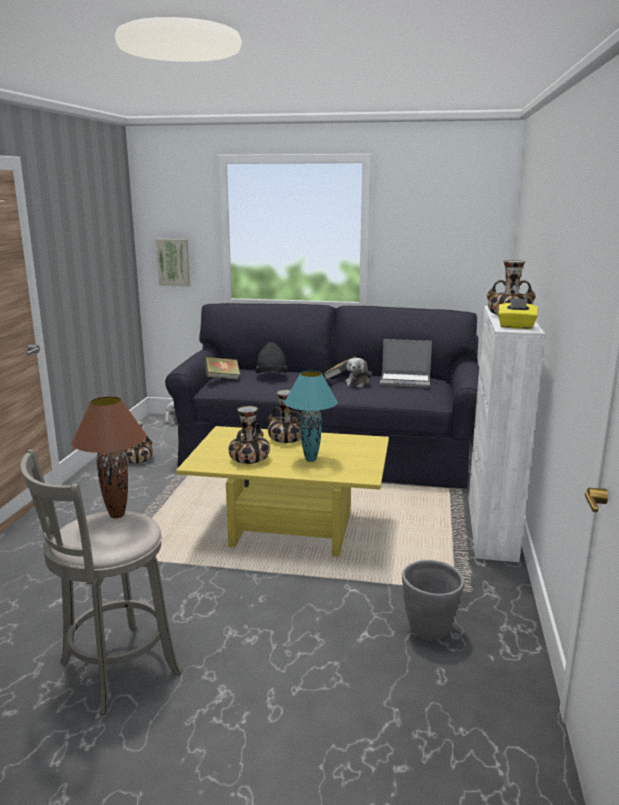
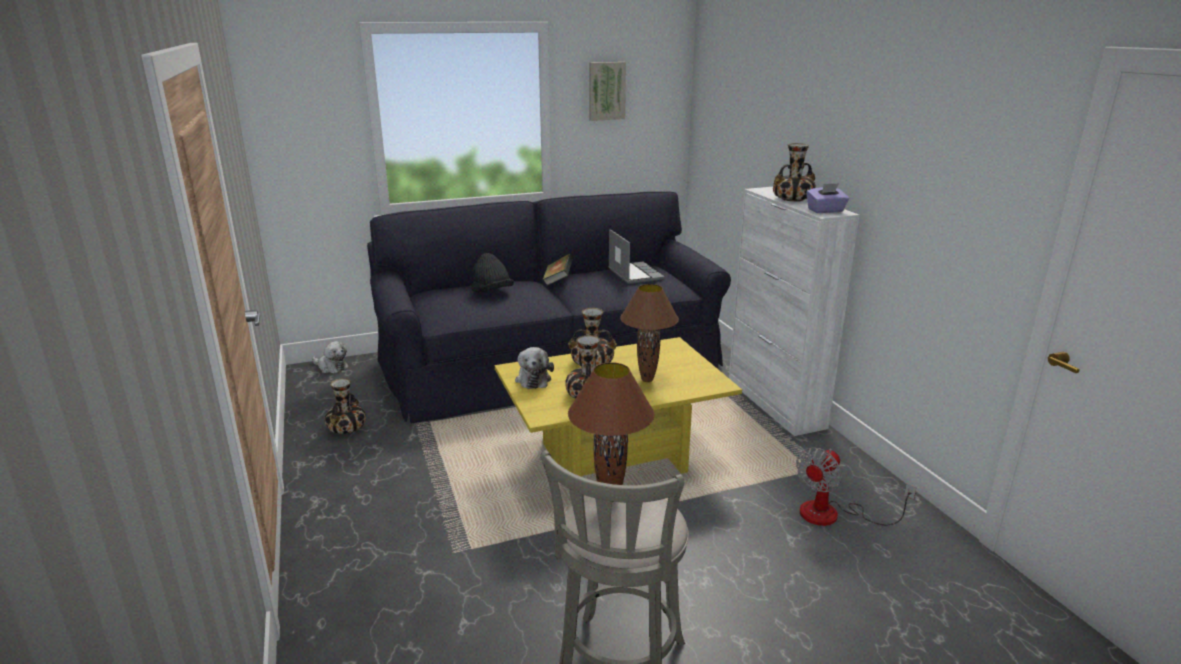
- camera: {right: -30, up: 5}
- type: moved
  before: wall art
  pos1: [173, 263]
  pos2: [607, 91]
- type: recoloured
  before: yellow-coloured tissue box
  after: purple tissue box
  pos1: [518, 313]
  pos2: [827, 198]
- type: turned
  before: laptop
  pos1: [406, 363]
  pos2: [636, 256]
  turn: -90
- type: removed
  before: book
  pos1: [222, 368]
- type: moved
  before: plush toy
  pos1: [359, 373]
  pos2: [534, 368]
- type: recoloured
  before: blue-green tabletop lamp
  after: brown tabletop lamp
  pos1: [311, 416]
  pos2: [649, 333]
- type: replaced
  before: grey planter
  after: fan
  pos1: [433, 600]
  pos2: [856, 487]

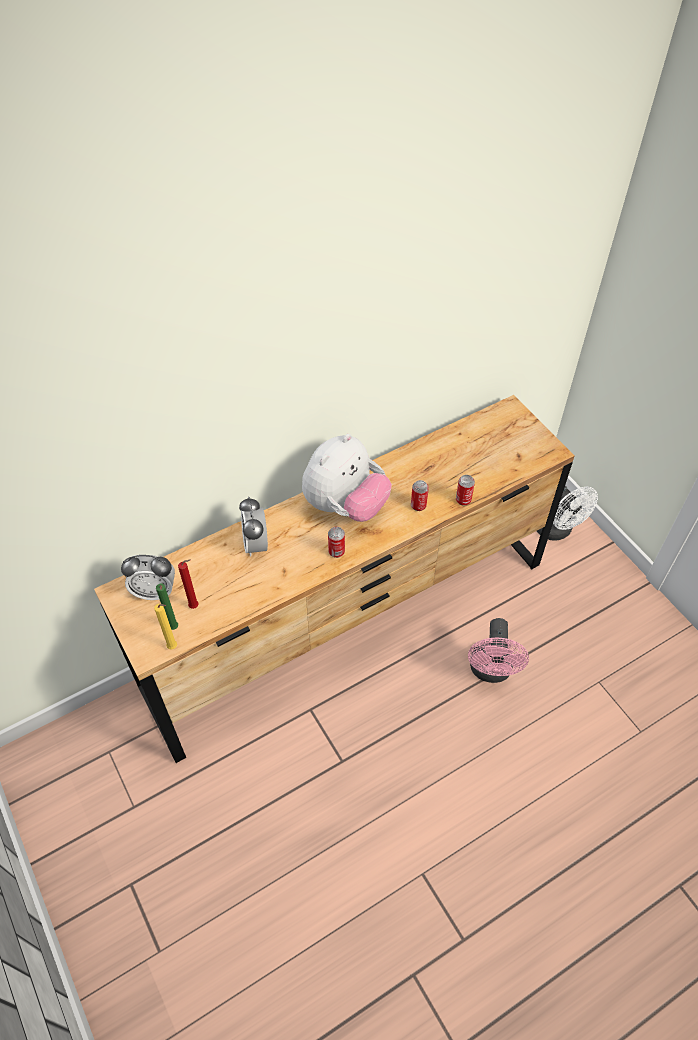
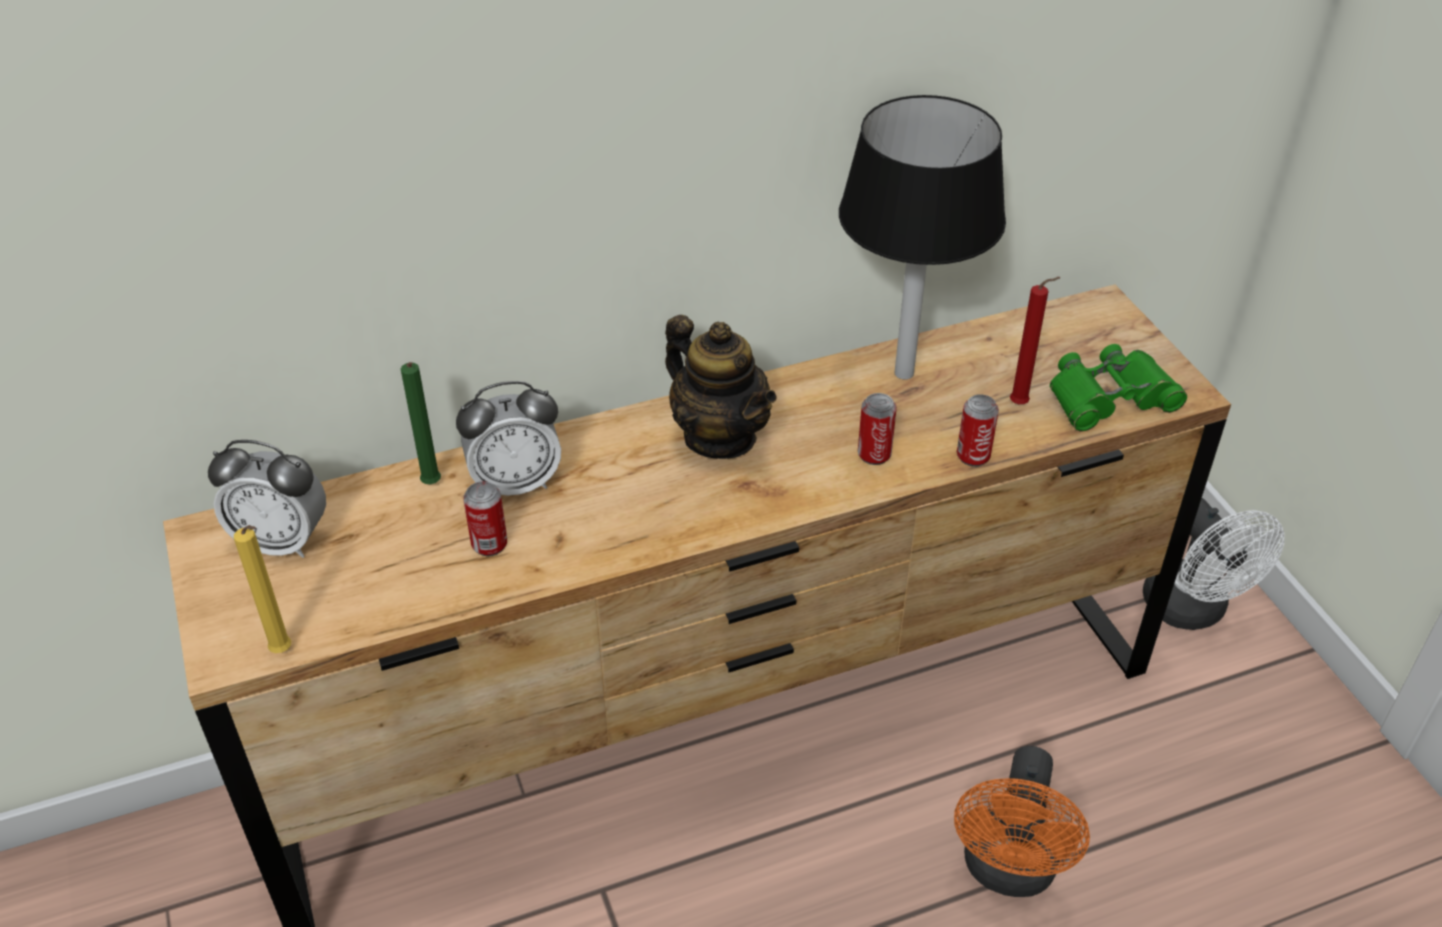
- camera: {right: 10, up: -10}
- type: replaced
  before: plush toy
  after: pot for tea
  pos1: [347, 478]
  pos2: [721, 387]
- type: turned
  before: table clock
  pos1: [253, 526]
  pos2: [508, 438]
  turn: -105
- type: moved
  before: metal can
  pos1: [336, 542]
  pos2: [485, 518]
- type: moved
  before: red wax candle
  pos1: [188, 584]
  pos2: [1035, 340]
- type: moved
  before: green-coloured wax candle
  pos1: [167, 607]
  pos2: [421, 423]
- type: recoloured
  before: pink-coloured fan
  after: orange-coloured fan
  pos1: [498, 650]
  pos2: [1022, 821]
- type: added
  after: black-coloured tabletop lamp
  pos2: [922, 237]
- type: added
  after: green-coloured field glasses
  pos2: [1118, 388]

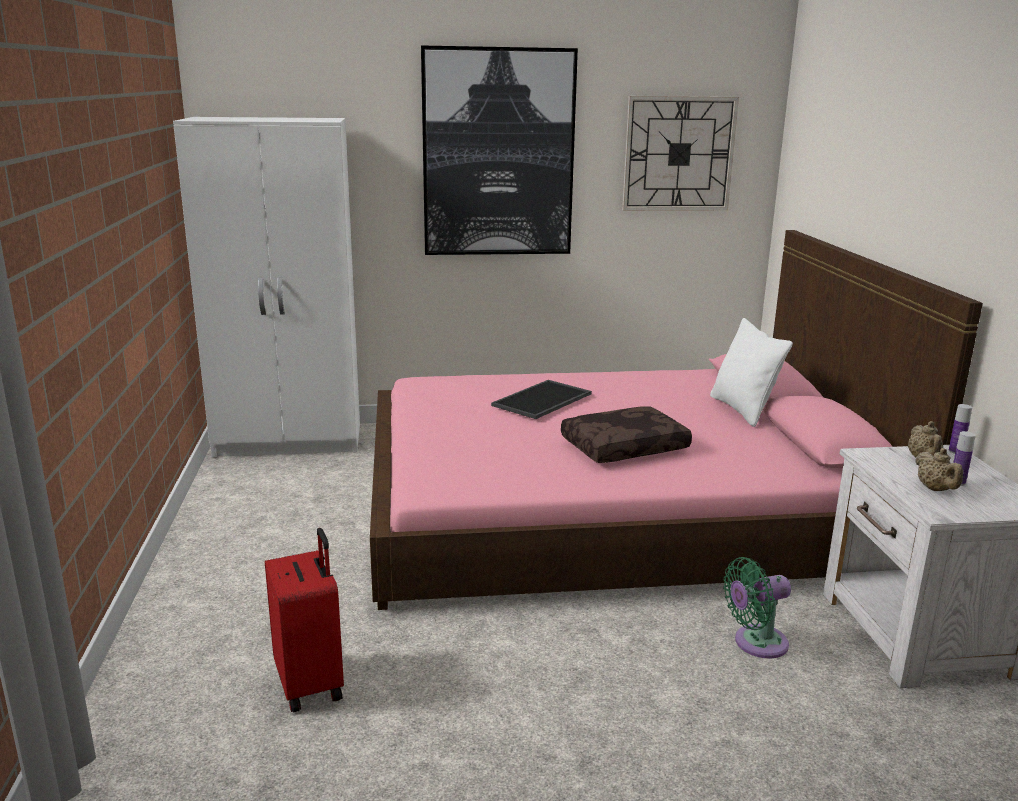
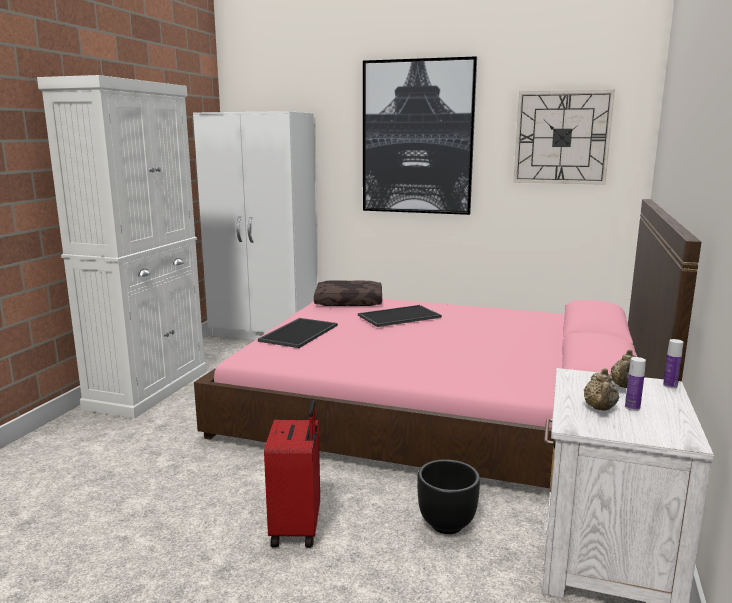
- camera: {right: 25, up: -5}
- type: removed
  before: white-coloured cushion
  pos1: [751, 372]
- type: moved
  before: brown cushion
  pos1: [626, 434]
  pos2: [348, 293]
- type: moved
  before: red suitcase
  pos1: [304, 620]
  pos2: [292, 474]
- type: replaced
  before: green-coloured fan
  after: black-coloured planter
  pos1: [757, 607]
  pos2: [448, 496]
- type: added
  after: white-coloured cupboard
  pos2: [122, 247]
- type: added
  after: tray
  pos2: [298, 333]

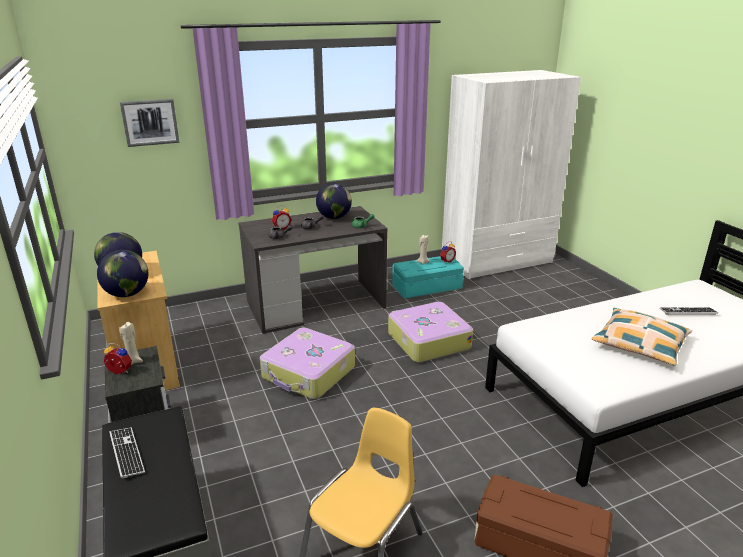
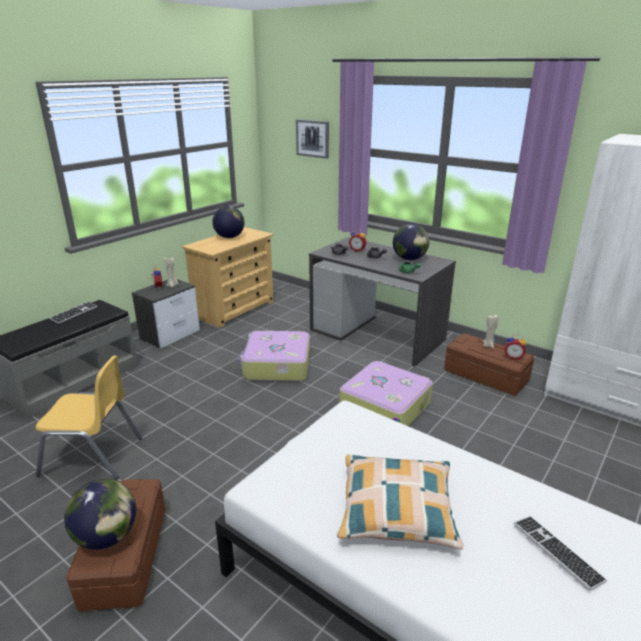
- camera: {right: 60, up: 0}
- type: moved
  before: globe
  pos1: [122, 273]
  pos2: [100, 514]
- type: recoloured
  before: blue-green storage container
  after: brown storage container
  pos1: [428, 277]
  pos2: [489, 364]

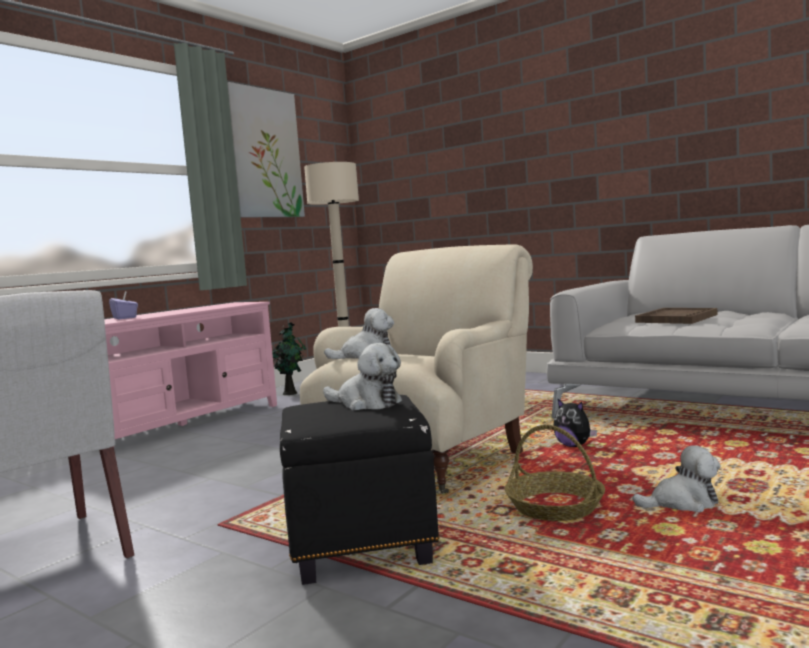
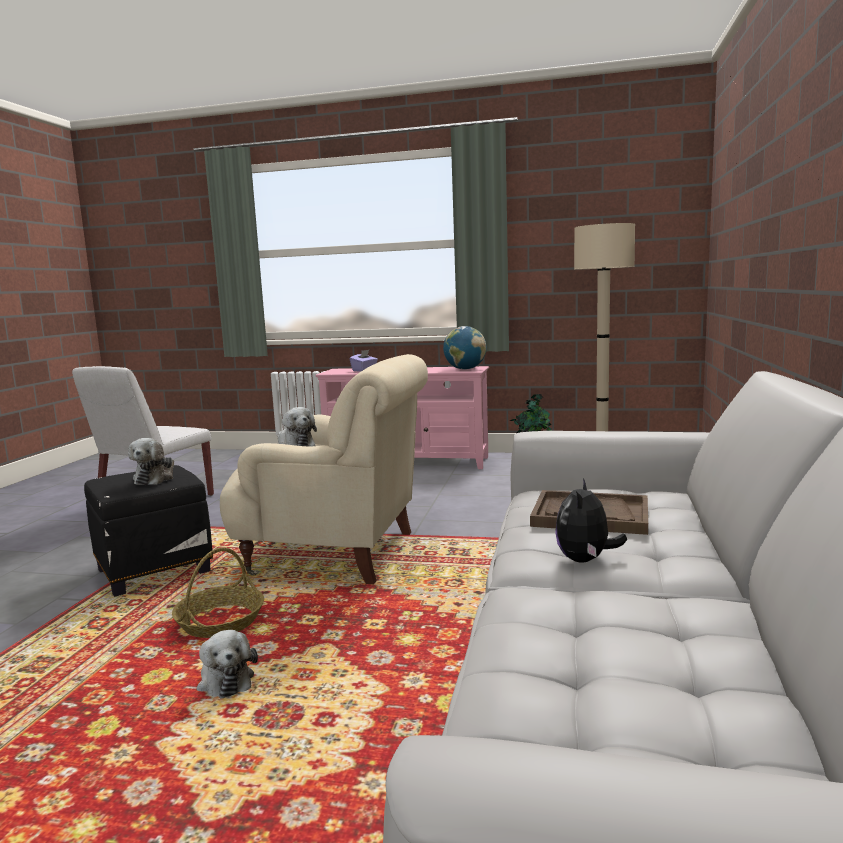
- camera: {right: 65, up: 5}
- type: removed
  before: wall art
  pos1: [266, 149]
- type: moved
  before: plush toy
  pos1: [575, 423]
  pos2: [591, 520]
- type: added
  after: globe
  pos2: [464, 348]

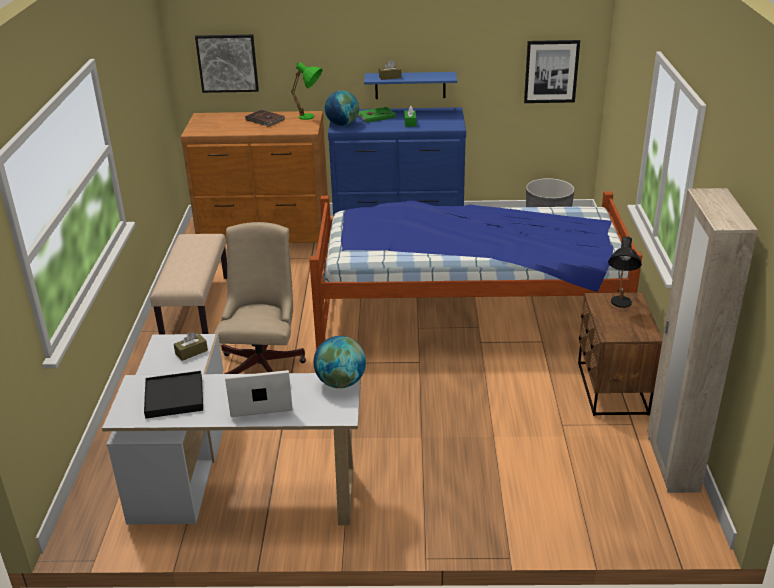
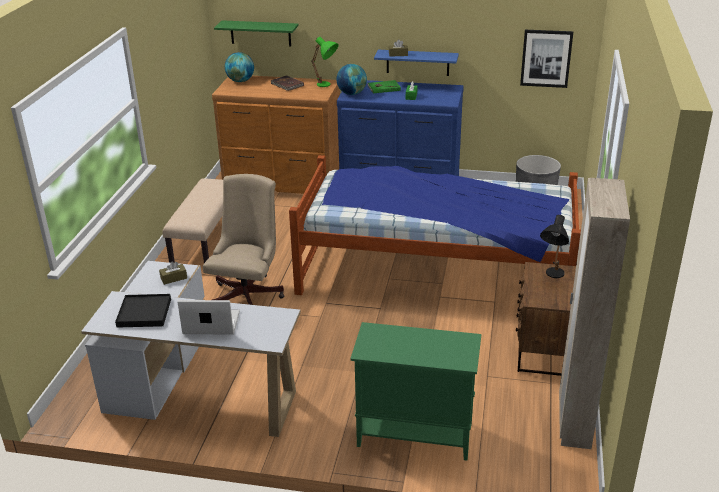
- camera: {right: 10, up: 0}
- type: replaced
  before: wall art
  after: green-coloured wall shelf
  pos1: [227, 63]
  pos2: [256, 33]
- type: moved
  before: globe
  pos1: [340, 362]
  pos2: [239, 67]
- type: added
  after: green-coloured cupboard
  pos2: [415, 391]

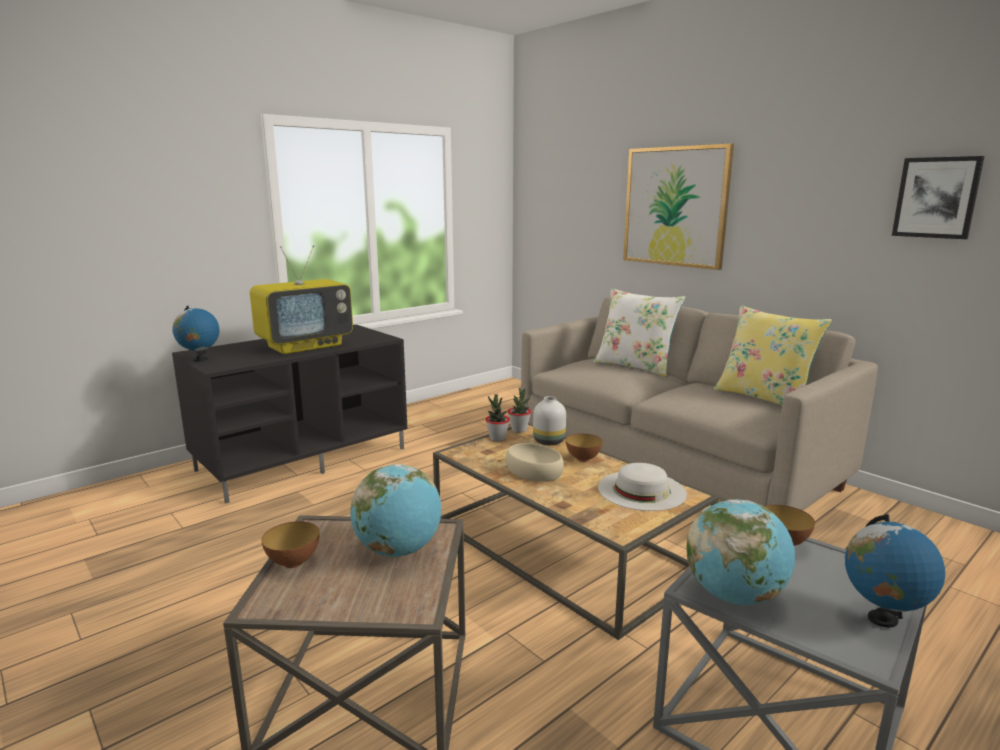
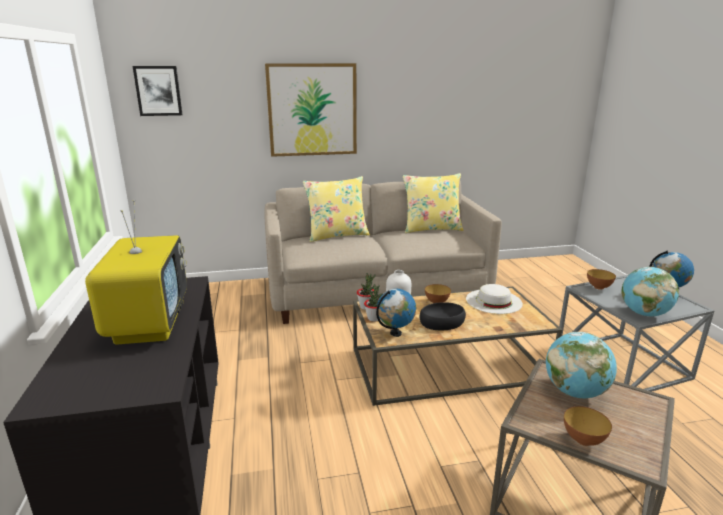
- camera: {right: -60, up: 5}
- type: moved
  before: wall art
  pos1: [938, 197]
  pos2: [157, 91]
- type: recoloured
  before: white-coloured cushion
  after: yellow-coloured cushion
  pos1: [639, 332]
  pos2: [336, 209]
- type: moved
  before: globe
  pos1: [195, 334]
  pos2: [396, 313]
- type: recoloured
  before: beige deep dish
  after: black-coloured deep dish
  pos1: [535, 462]
  pos2: [442, 316]

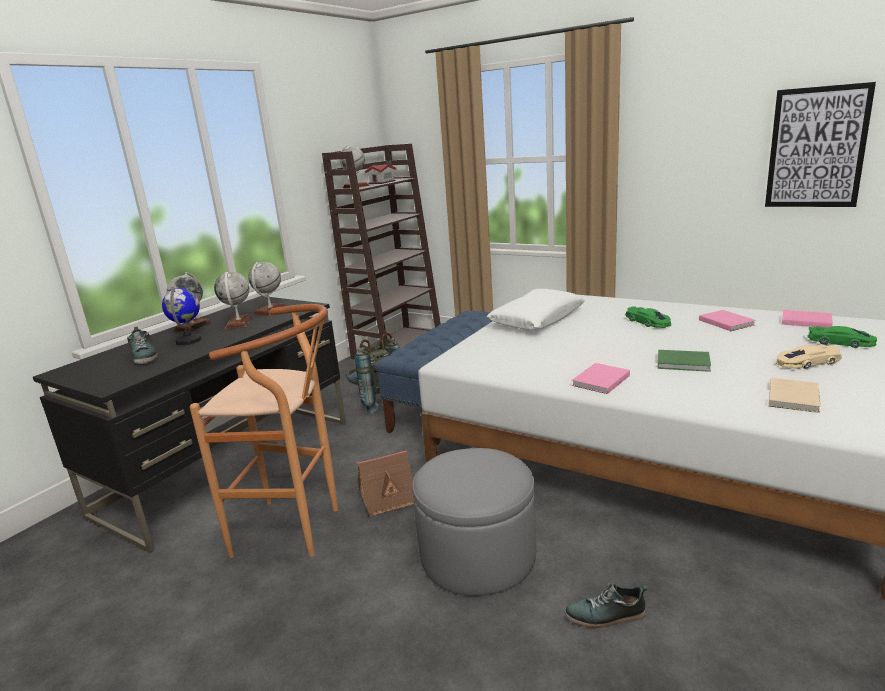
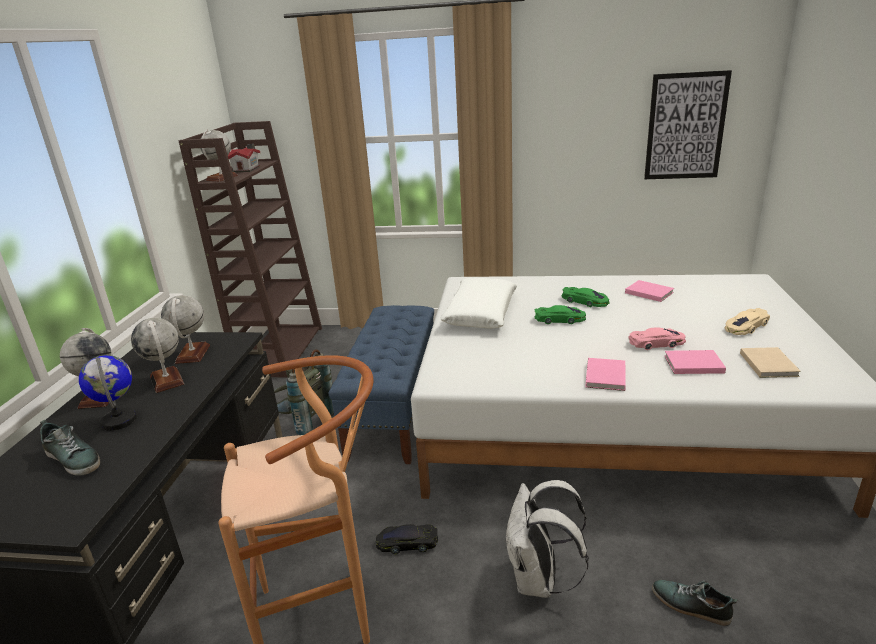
- camera: {right: -25, up: 5}
- type: moved
  before: pink-coloured book
  pos1: [807, 319]
  pos2: [695, 362]
- type: moved
  before: green-coloured miniature car
  pos1: [842, 337]
  pos2: [560, 314]
- type: replaced
  before: green-coloured book
  after: pink-coloured miniature car
  pos1: [684, 361]
  pos2: [657, 338]
- type: replaced
  before: grey ottoman
  after: white-coloured rucksack
  pos1: [474, 522]
  pos2: [546, 539]
- type: replaced
  before: model house
  after: black-coloured miniature car
  pos1: [385, 483]
  pos2: [407, 539]
- type: turned
  before: shoe
  pos1: [606, 605]
  pos2: [694, 603]
  turn: 60

